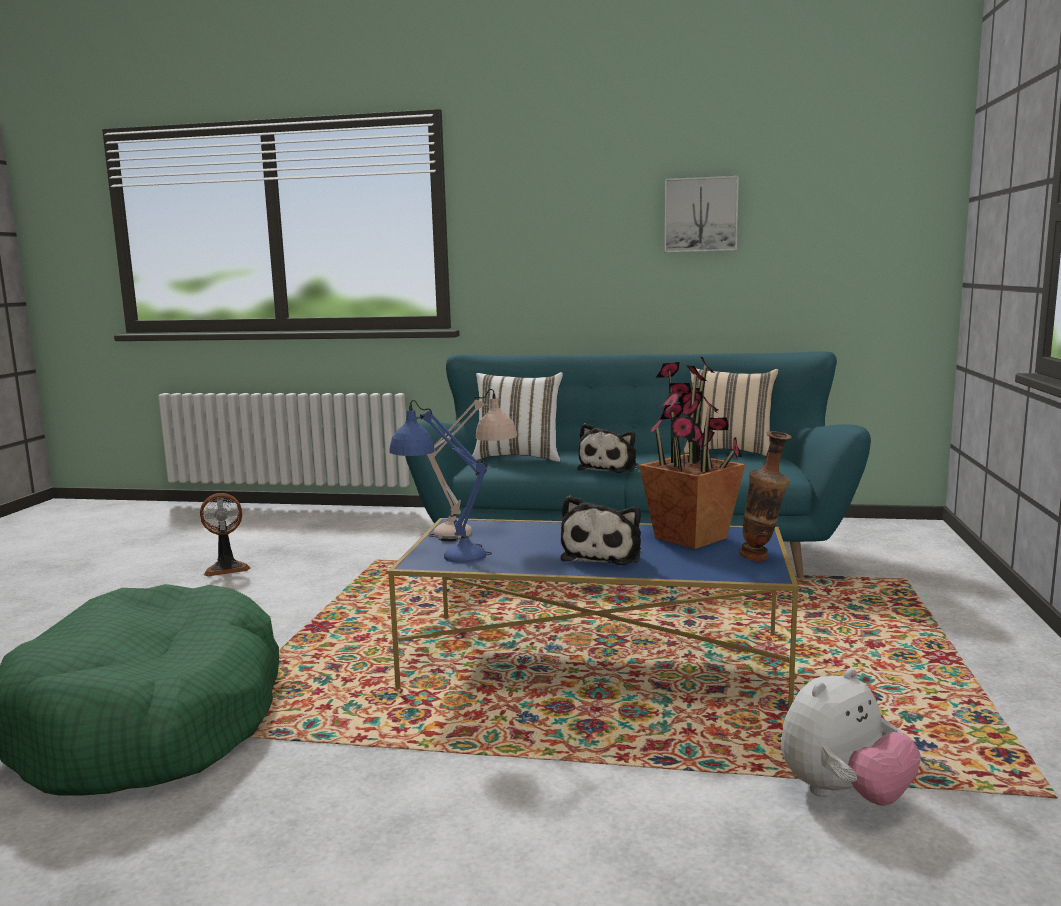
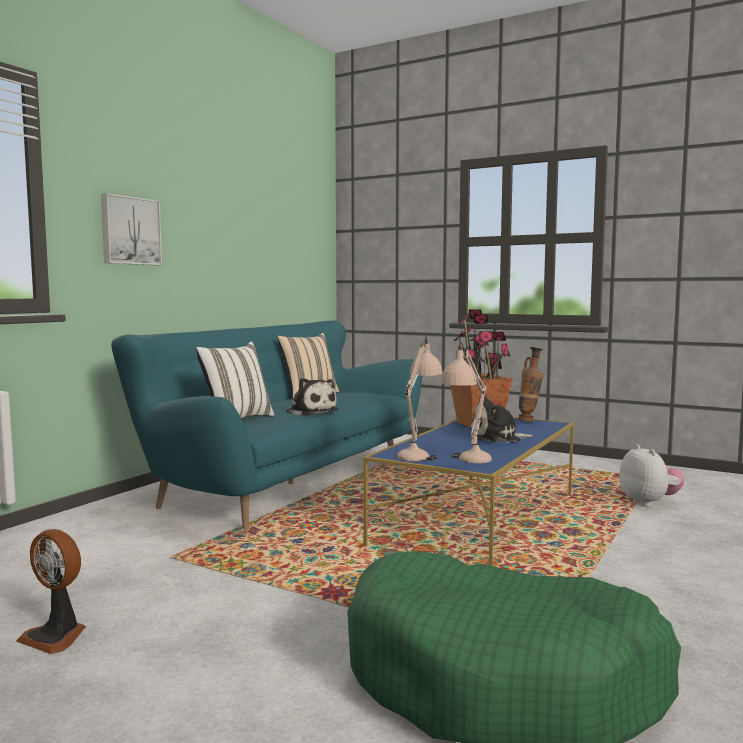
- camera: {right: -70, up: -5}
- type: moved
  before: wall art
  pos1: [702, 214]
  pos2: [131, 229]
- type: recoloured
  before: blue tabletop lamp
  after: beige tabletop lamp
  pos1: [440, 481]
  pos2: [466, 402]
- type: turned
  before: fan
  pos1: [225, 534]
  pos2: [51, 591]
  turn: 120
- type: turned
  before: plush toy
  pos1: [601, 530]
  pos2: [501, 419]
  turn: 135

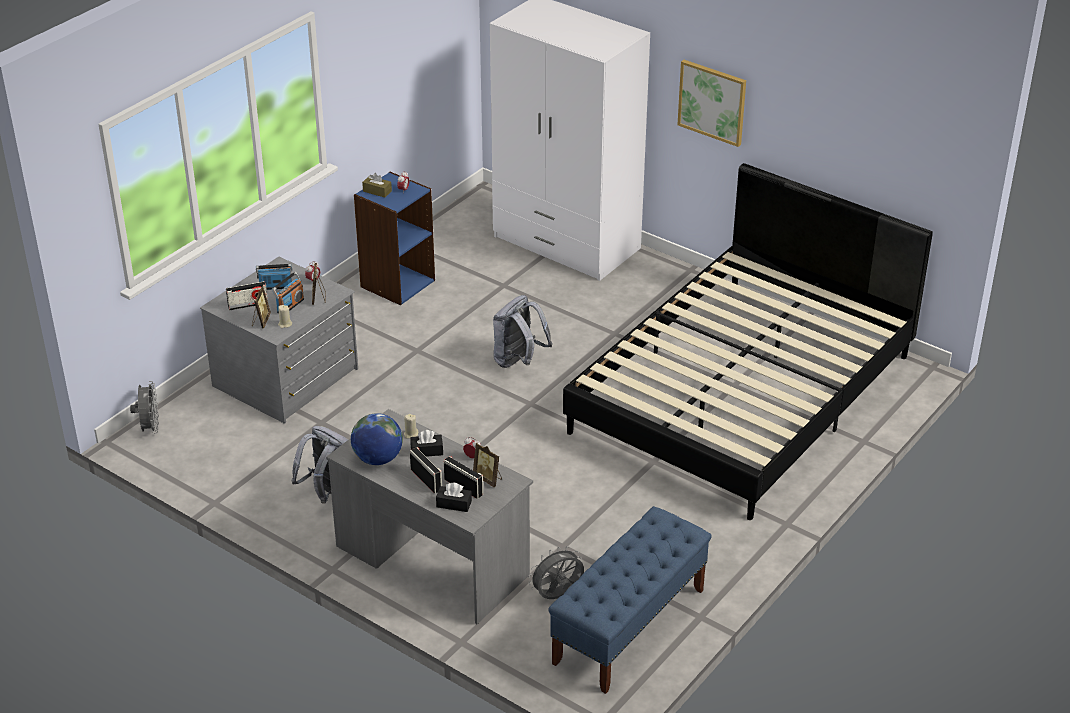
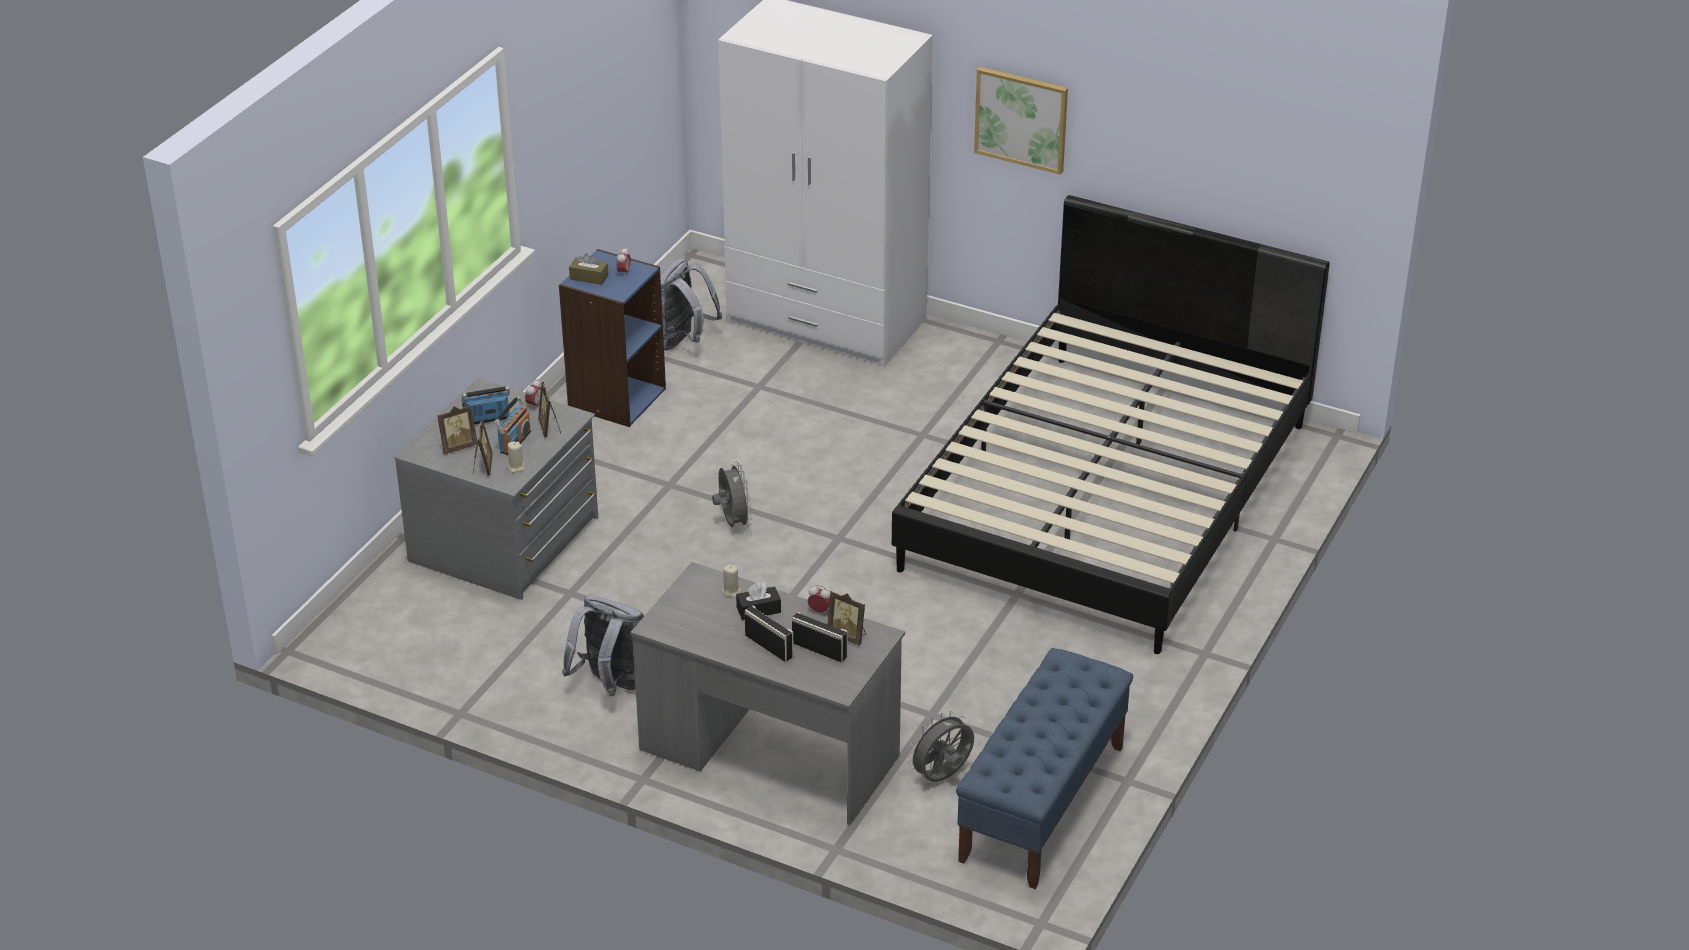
- camera: {right: -10, up: 0}
- type: replaced
  before: radio receiver
  after: picture frame
  pos1: [247, 295]
  pos2: [457, 429]
- type: moved
  before: grey rucksack
  pos1: [522, 331]
  pos2: [691, 304]
- type: moved
  before: grey fan
  pos1: [144, 407]
  pos2: [732, 495]
- type: removed
  before: globe
  pos1: [377, 439]
- type: removed
  before: black-coloured tissue box
  pos1: [454, 497]

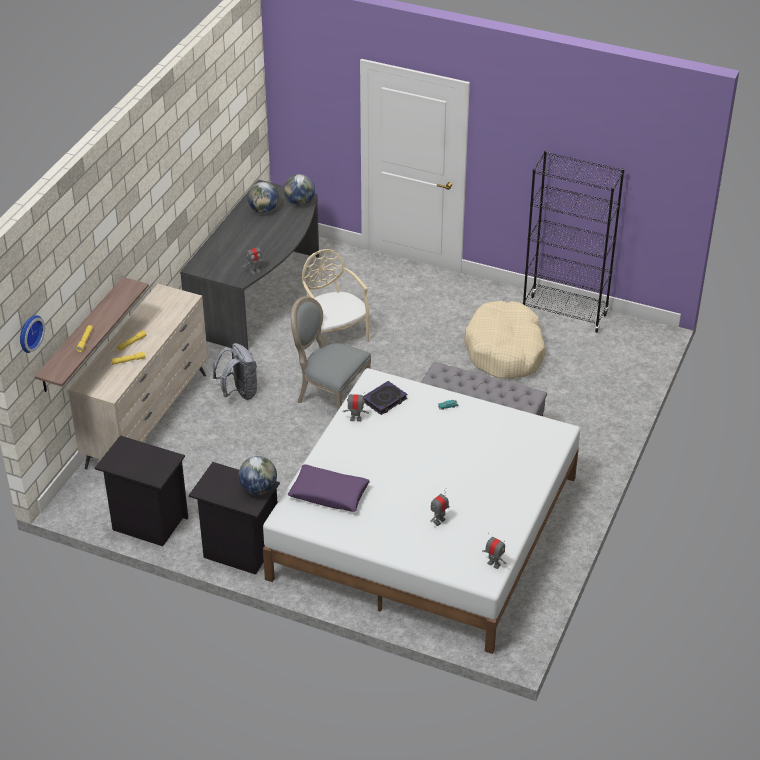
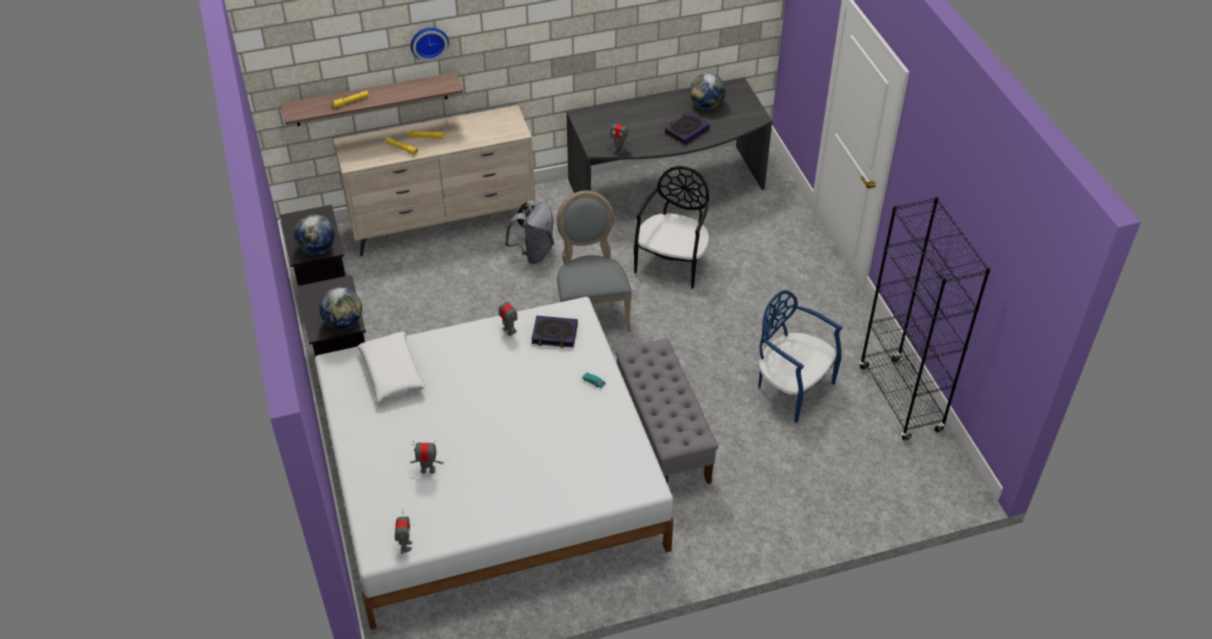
- camera: {right: 50, up: 5}
- type: moved
  before: globe
  pos1: [299, 190]
  pos2: [314, 234]
- type: recoloured
  before: beige plain chair
  after: black-coloured plain chair
  pos1: [336, 299]
  pos2: [671, 227]
- type: replaced
  before: beige dog bed
  after: blue plain chair
  pos1: [505, 340]
  pos2: [800, 356]
- type: moved
  before: hanging clock
  pos1: [32, 334]
  pos2: [430, 44]
- type: recoloured
  before: purple cushion
  after: white-coloured cushion
  pos1: [329, 488]
  pos2: [391, 367]
- type: added
  after: book
  pos2: [687, 128]

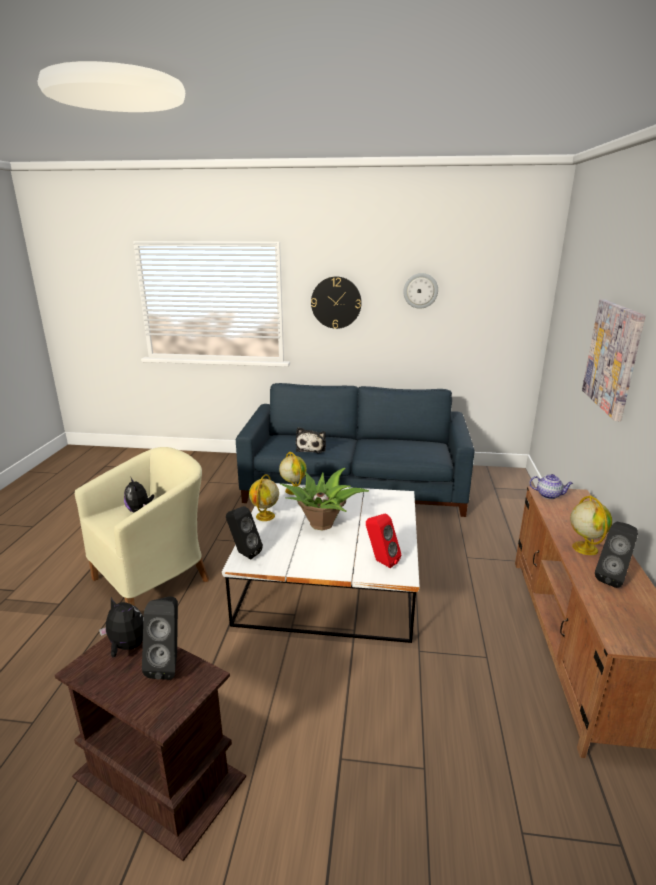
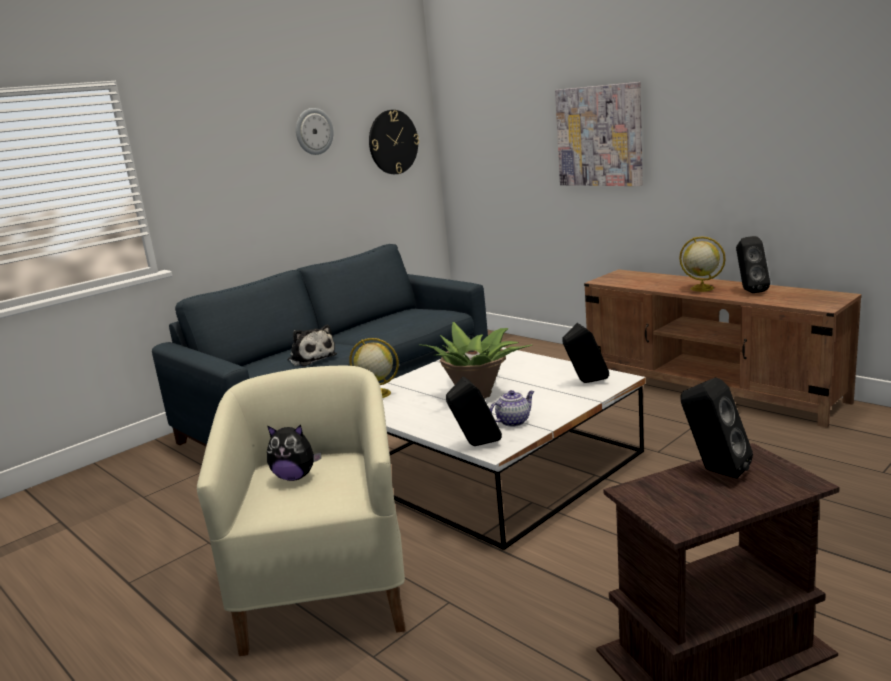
- camera: {right: -50, up: -5}
- type: moved
  before: hanging clock
  pos1: [336, 302]
  pos2: [394, 142]
- type: removed
  before: globe
  pos1: [264, 497]
- type: moved
  before: pot for tea
  pos1: [551, 486]
  pos2: [512, 408]
- type: recoloured
  before: red loudspeaker
  after: black-coloured loudspeaker
  pos1: [383, 541]
  pos2: [585, 353]
- type: removed
  before: plush toy
  pos1: [121, 627]

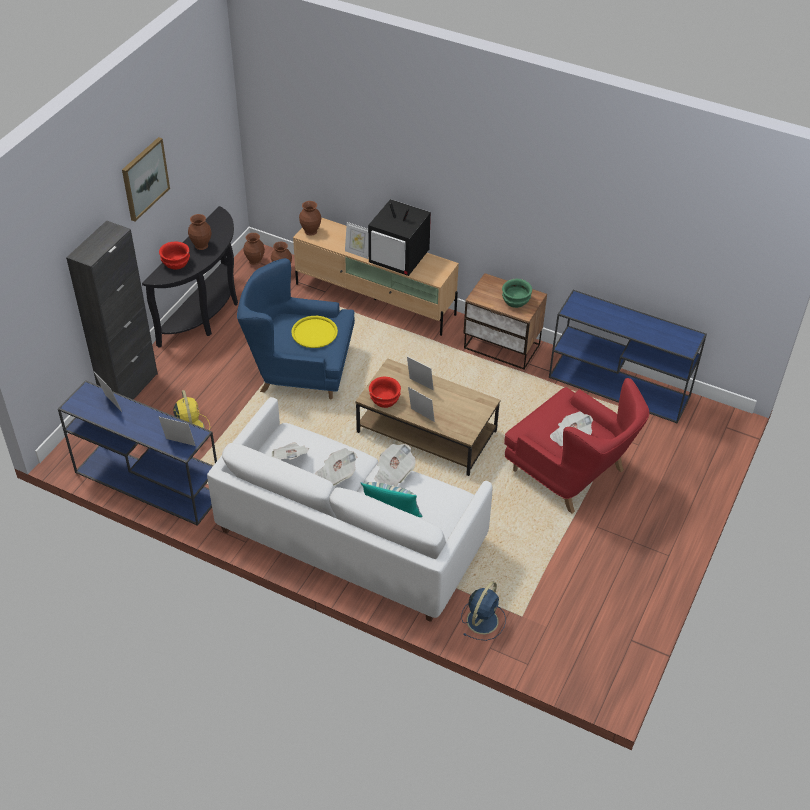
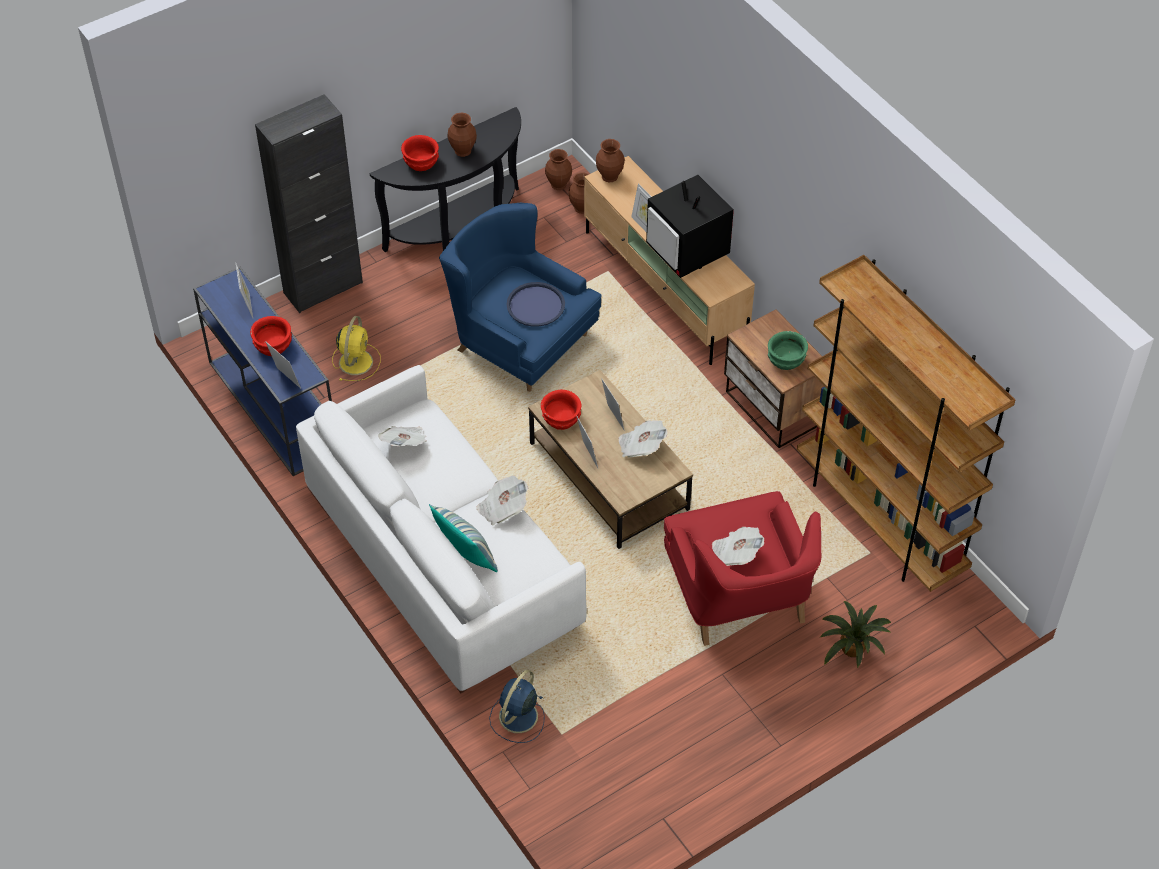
- camera: {right: 30, up: 5}
- type: removed
  before: wall art
  pos1: [146, 179]
- type: replaced
  before: blue narrow table
  after: brown bookcase
  pos1: [628, 357]
  pos2: [906, 423]
- type: recoloured
  before: yellow-coloured tray
  after: blue tray
  pos1: [314, 332]
  pos2: [535, 304]
- type: moved
  before: printed paper
  pos1: [336, 467]
  pos2: [642, 439]
- type: turned
  before: blue fan
  pos1: [483, 611]
  pos2: [517, 706]
  turn: 150
- type: added
  after: red deep dish
  pos2: [271, 336]
- type: added
  after: houseplant
  pos2: [855, 634]

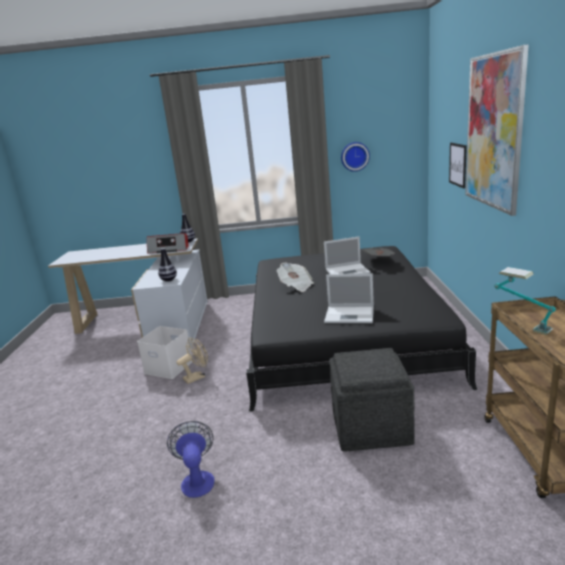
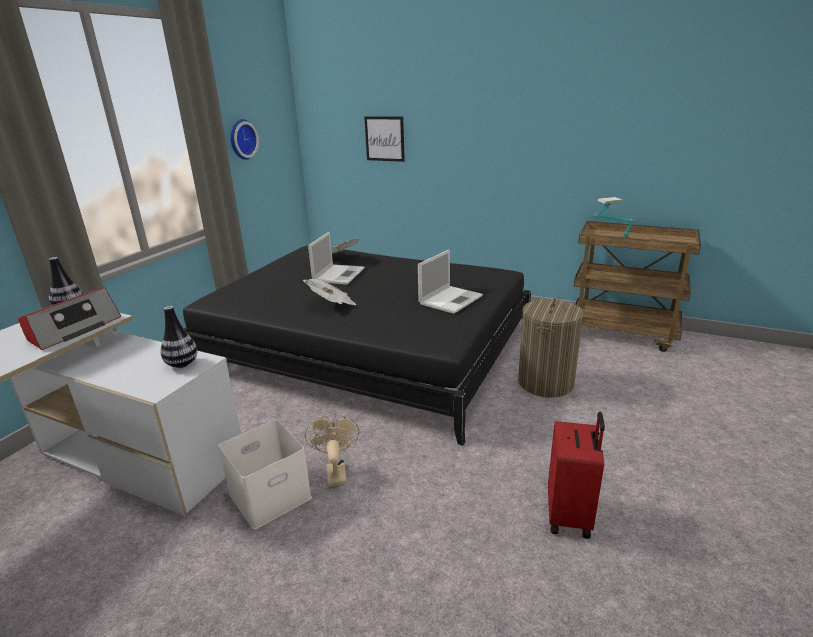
- camera: {right: -65, up: 5}
- type: removed
  before: wall art
  pos1: [497, 130]
- type: replaced
  before: grey ottoman
  after: hamper
  pos1: [372, 400]
  pos2: [551, 347]
- type: replaced
  before: fan
  after: red suitcase
  pos1: [191, 459]
  pos2: [576, 475]

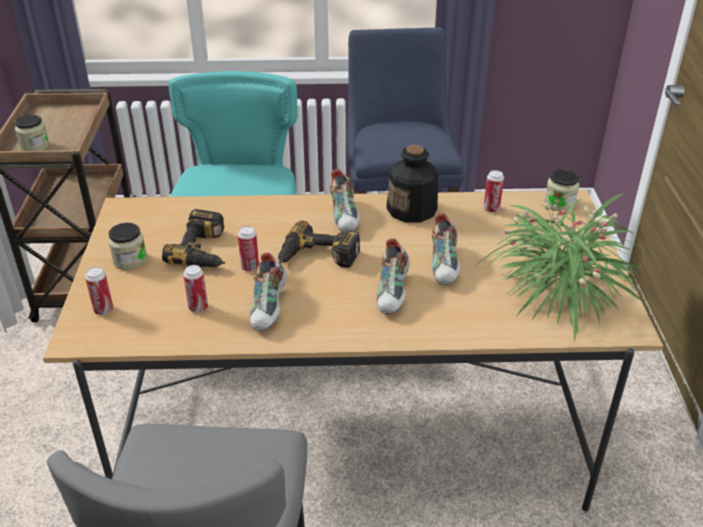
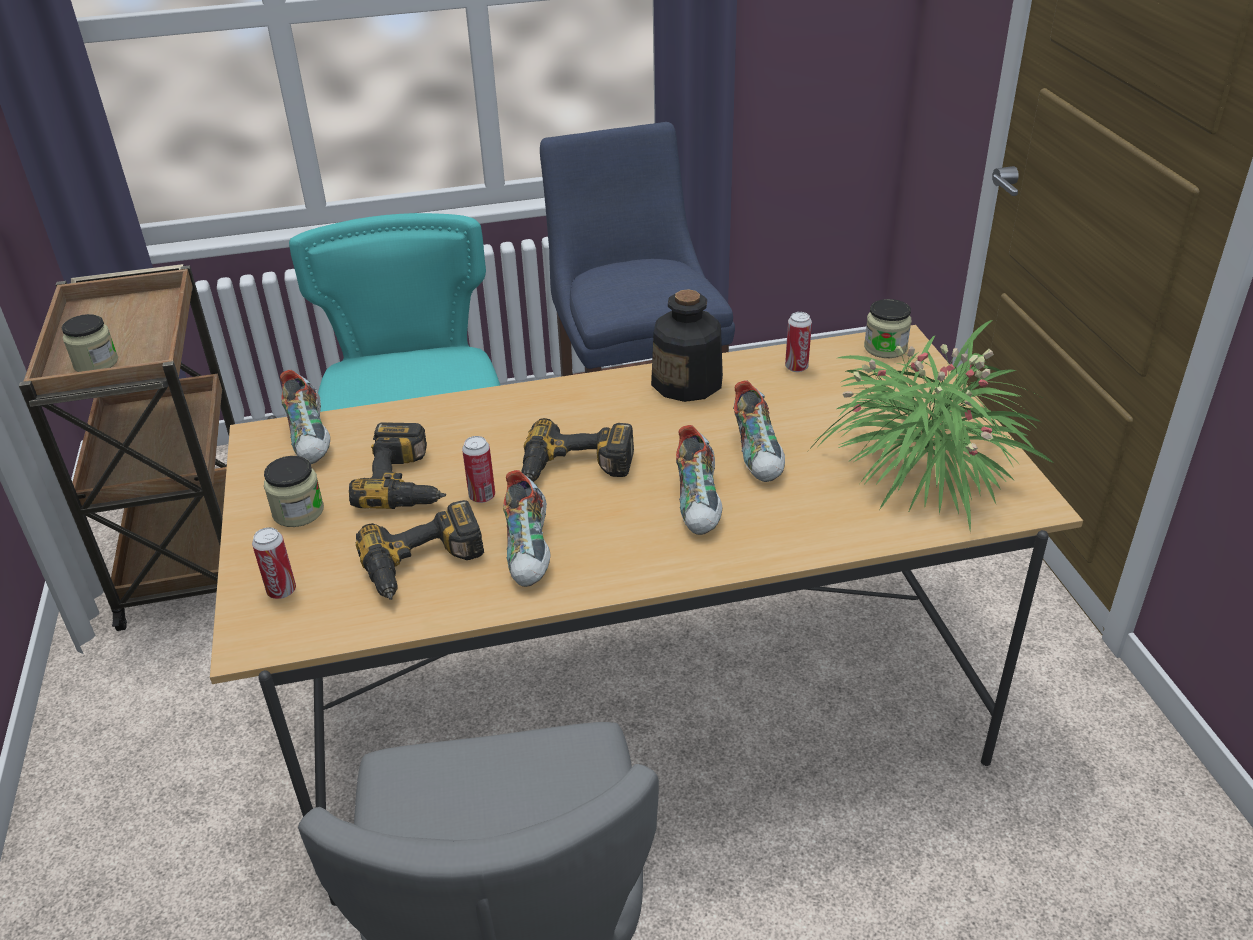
- camera: {right: -10, up: 0}
- type: moved
  before: shoe
  pos1: [345, 201]
  pos2: [305, 417]
- type: replaced
  before: metal can
  after: power drill
  pos1: [195, 289]
  pos2: [420, 550]

